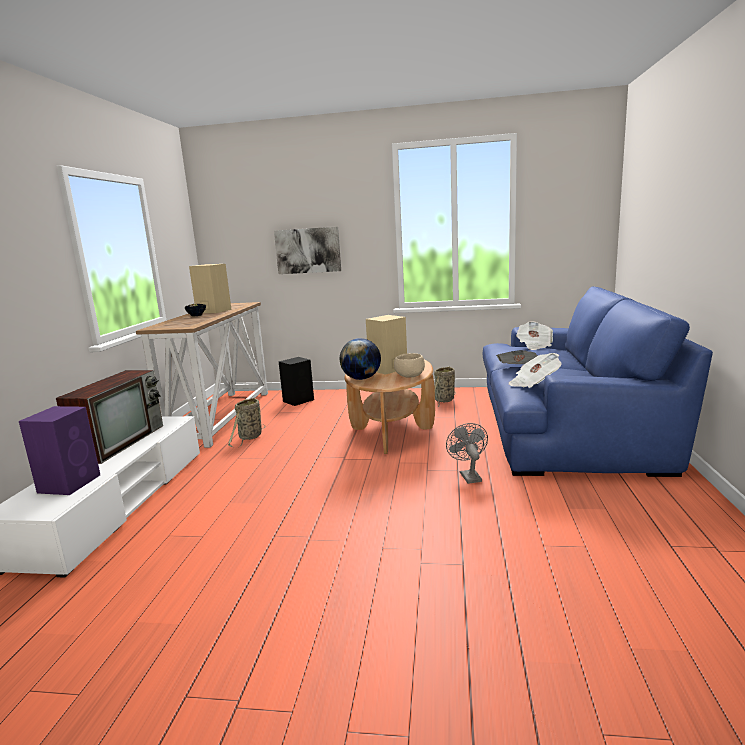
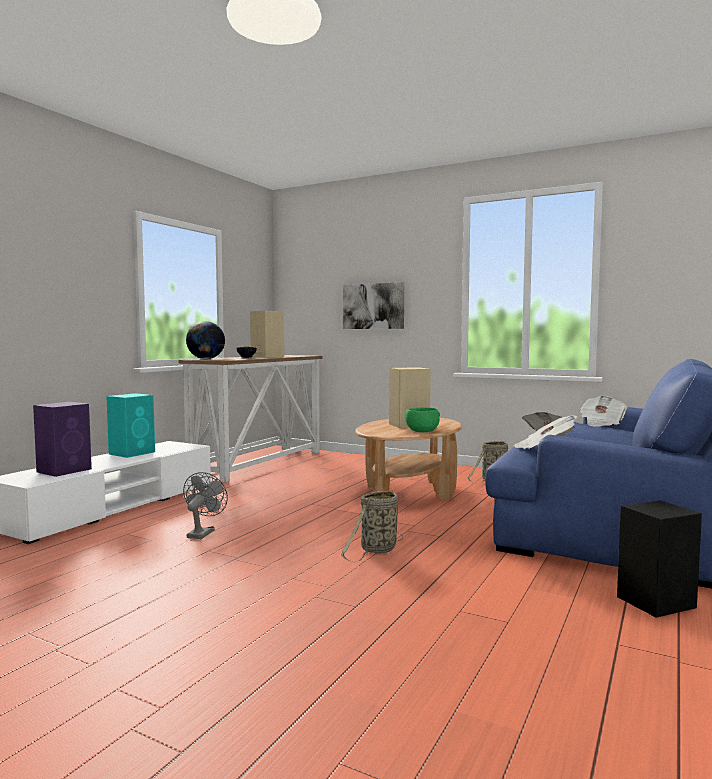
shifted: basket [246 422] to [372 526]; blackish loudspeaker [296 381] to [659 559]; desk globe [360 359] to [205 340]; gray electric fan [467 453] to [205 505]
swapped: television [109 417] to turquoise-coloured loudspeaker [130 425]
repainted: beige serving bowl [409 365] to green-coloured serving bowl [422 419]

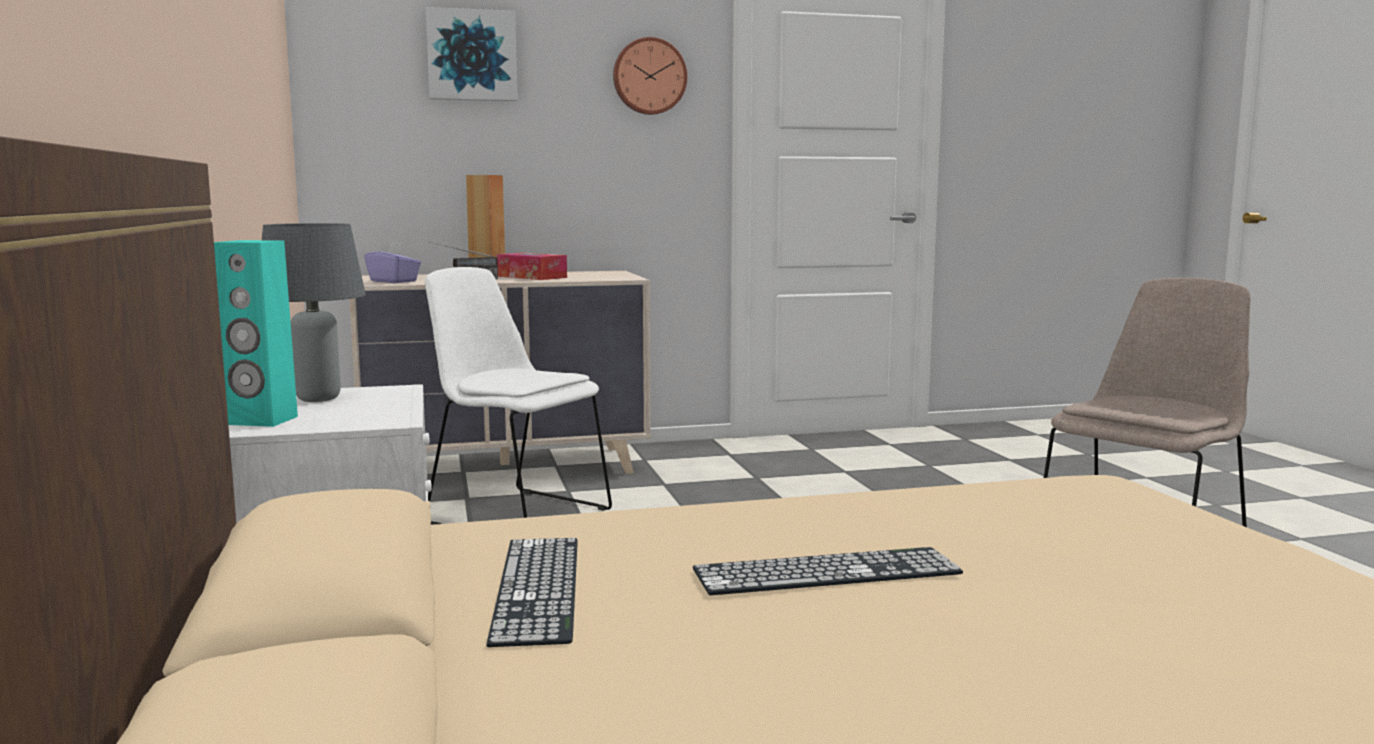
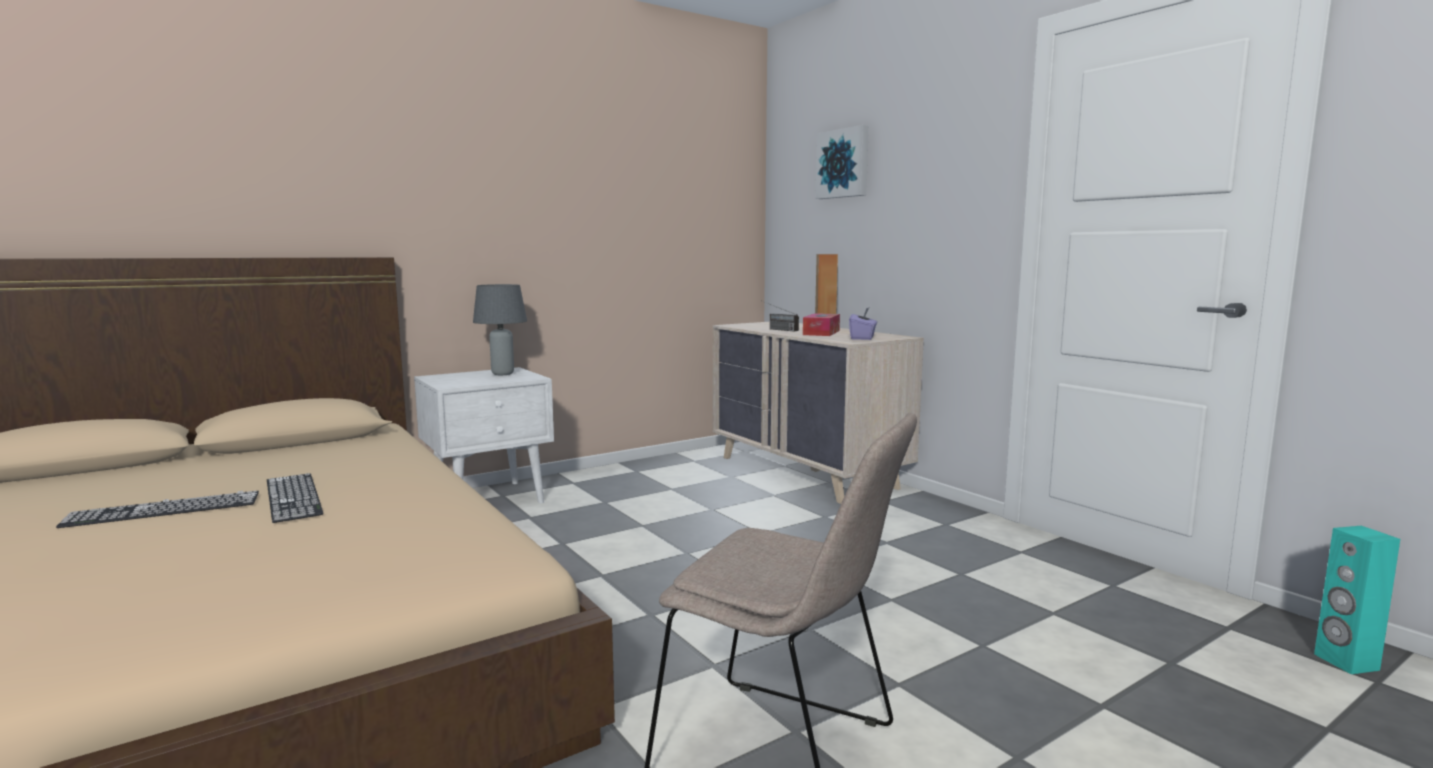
gone: white upright chair [518 396]; clock on the wall [650 76]
shifted: turquoise-coloured loudspeaker [256 333] to [1357 600]; purplish tissue box [392 262] to [863 324]; PC keyboard [532 592] to [157 509]

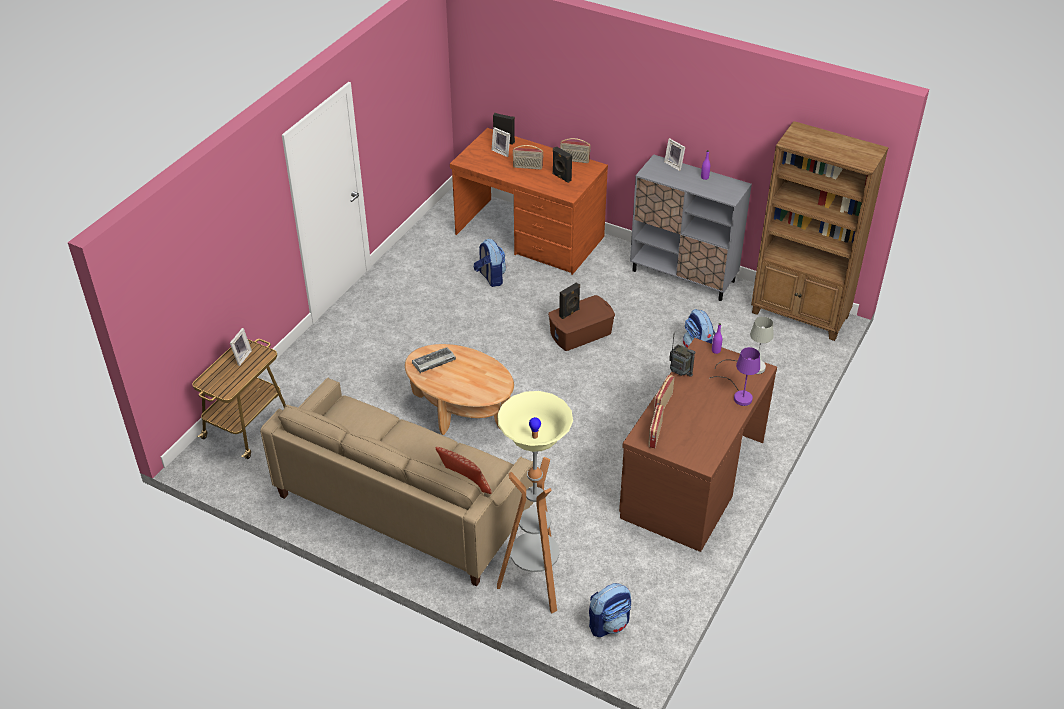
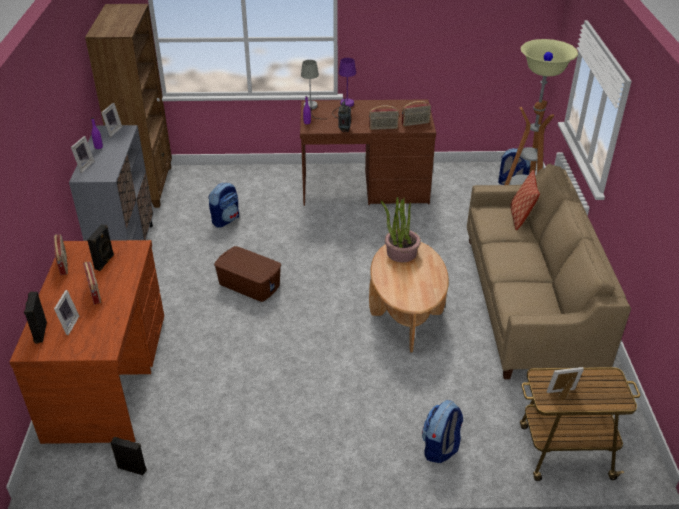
gone: PC keyboard [434 360]
new: picture frame [111 120]; houseplant [401 229]
shifted: rucksack [490 263] to [442 431]; blackish loudspeaker [569 300] to [128 456]

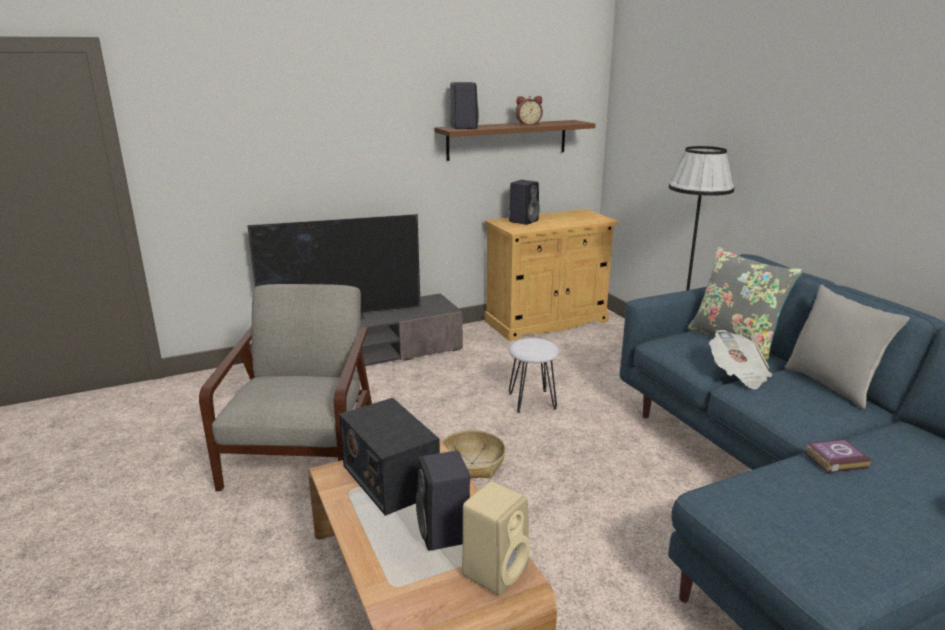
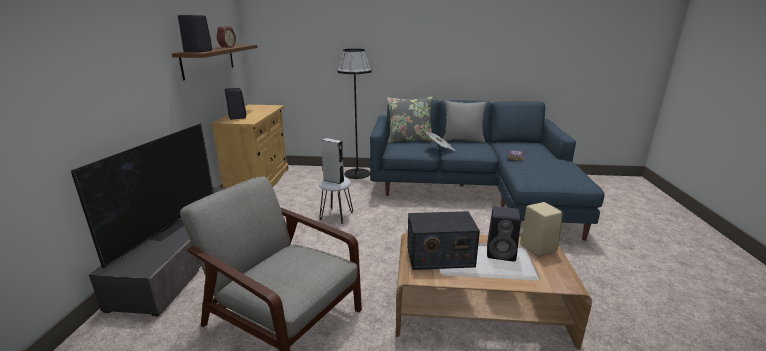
gone: basket [474 454]
new: gray loudspeaker [332 161]

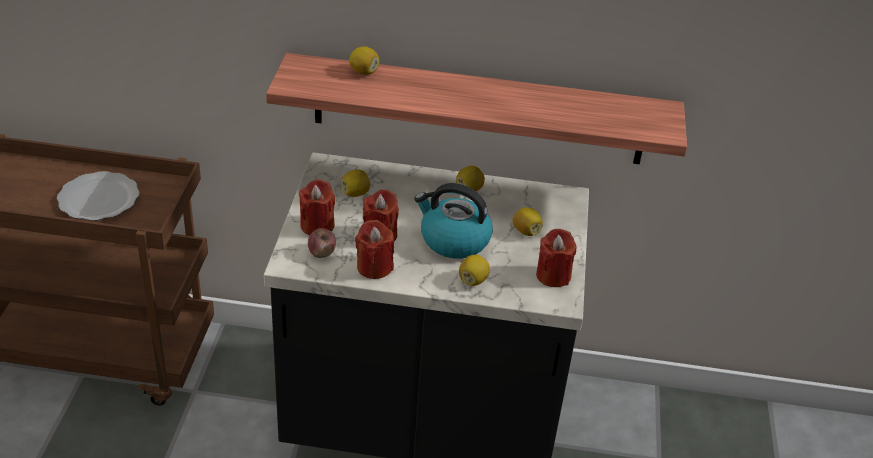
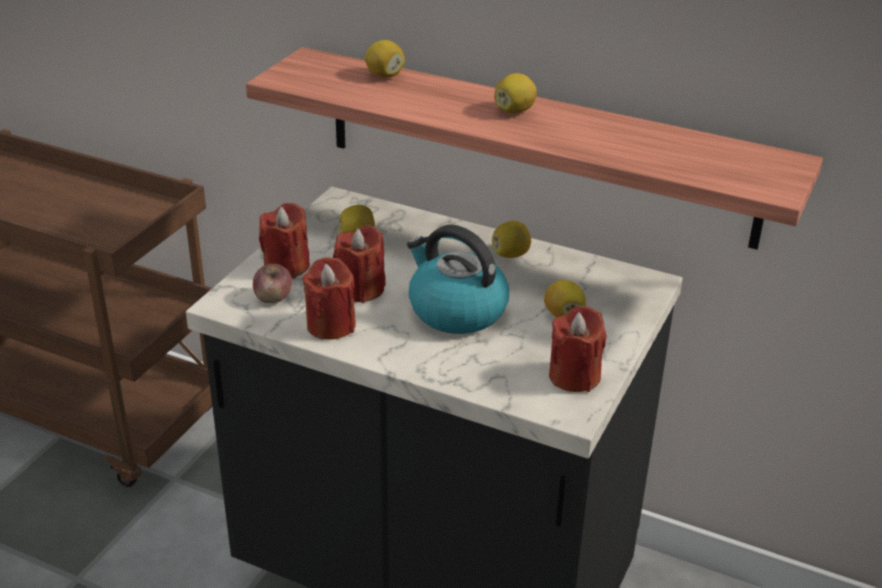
gone: plate [98 196]
shifted: lemon [474 270] to [515 93]

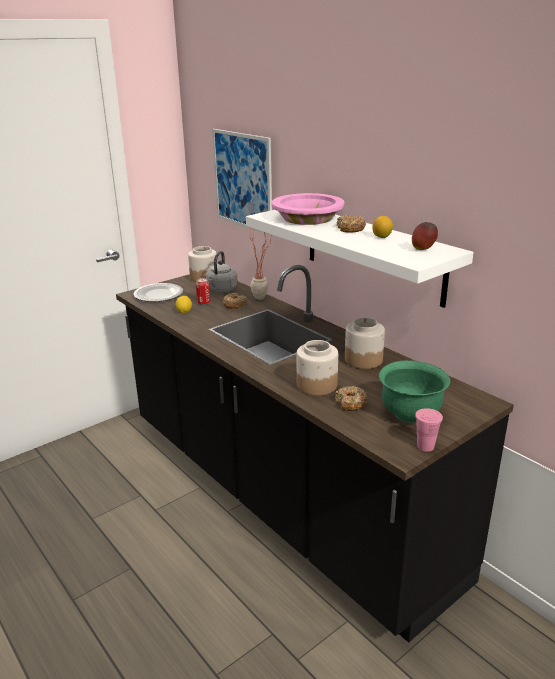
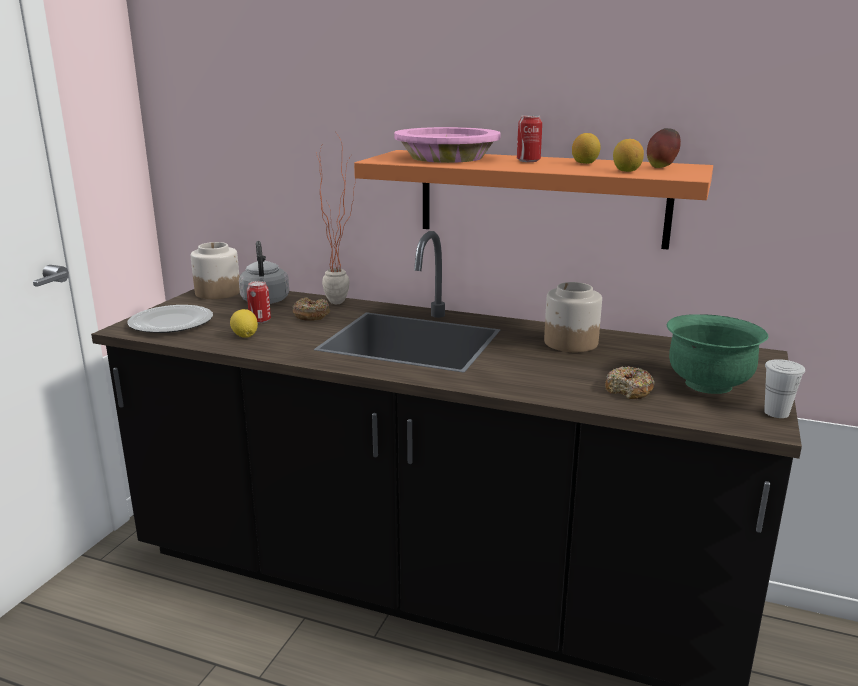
gone: wall art [242 182]; storage jar [317 368]
new: lemon [628 155]
swapped: doughnut [351 224] to metal can [529 138]
repainted: white shelf [360 259] to orange shelf [533 200]; pink drinking cup [429 430] to white drinking cup [784 388]

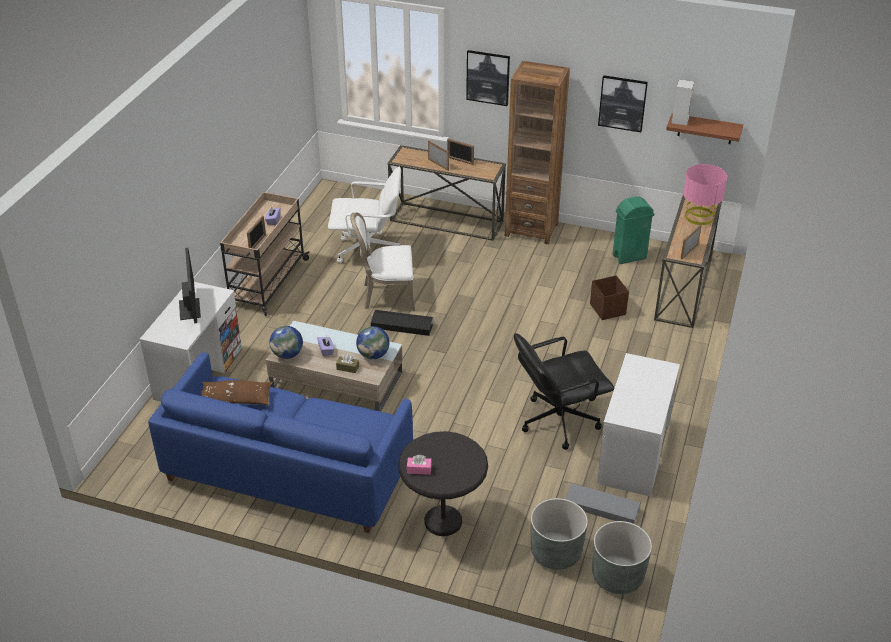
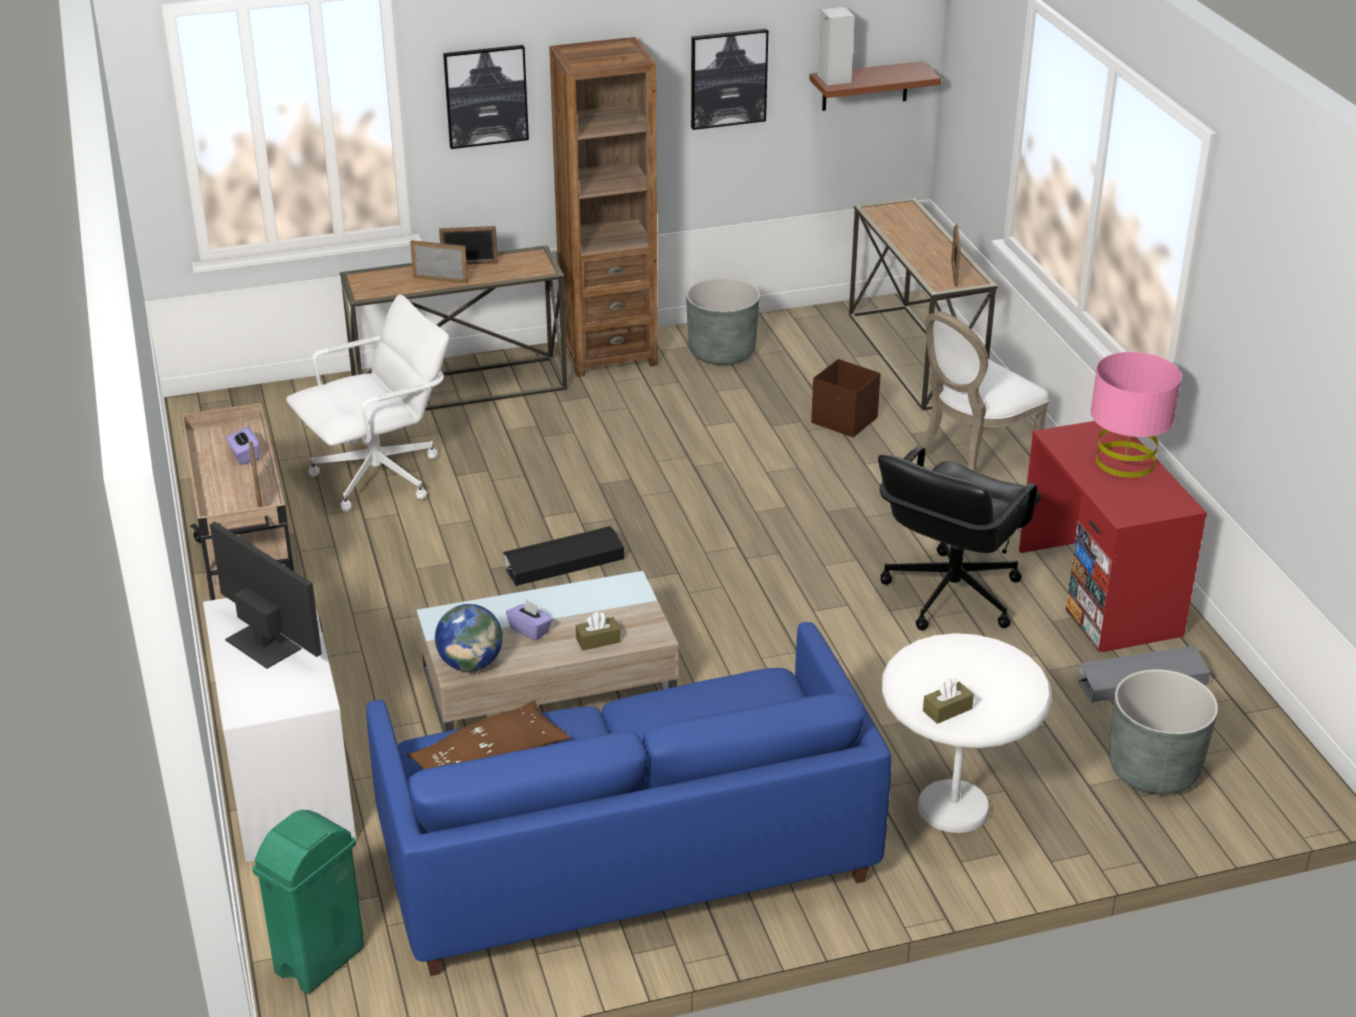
gone: desk globe [373 342]
shifted: white upright chair [382 262] to [985 391]; gray plant pot [622 557] to [723 321]; green-coloured waste bin [634 230] to [308 902]; pink table lamp [705 194] to [1136 415]
repainted: blackish side table [443 483] to white side table [967 733]; pink tissue box [419 465] to brownish tissue box [948 701]; white desk [638 425] to red desk [1113 536]

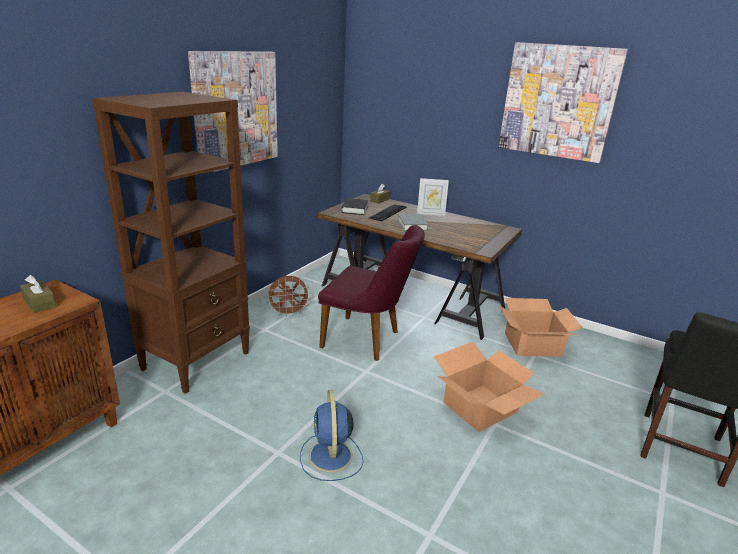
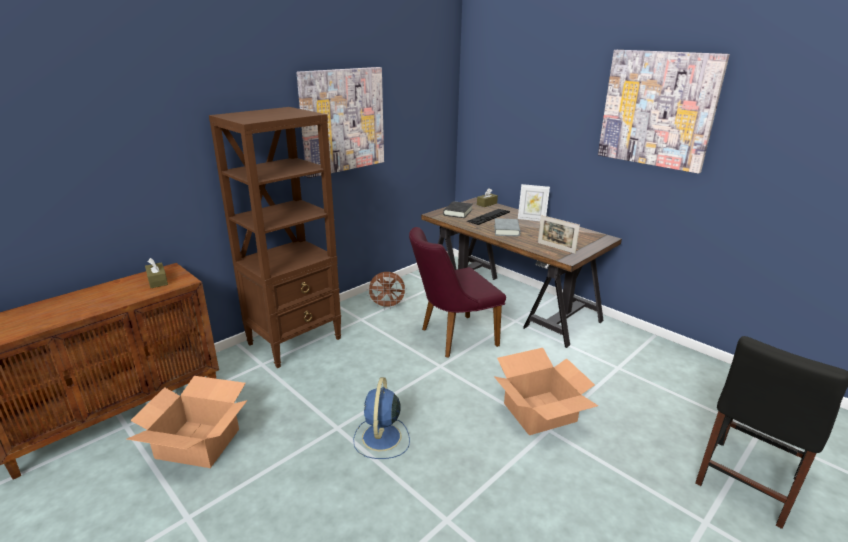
new: picture frame [559 234]
shifted: packing box [541 327] to [187 422]
rotated: purplish upright chair [371 293] = [457 292] 120 degrees clockwise

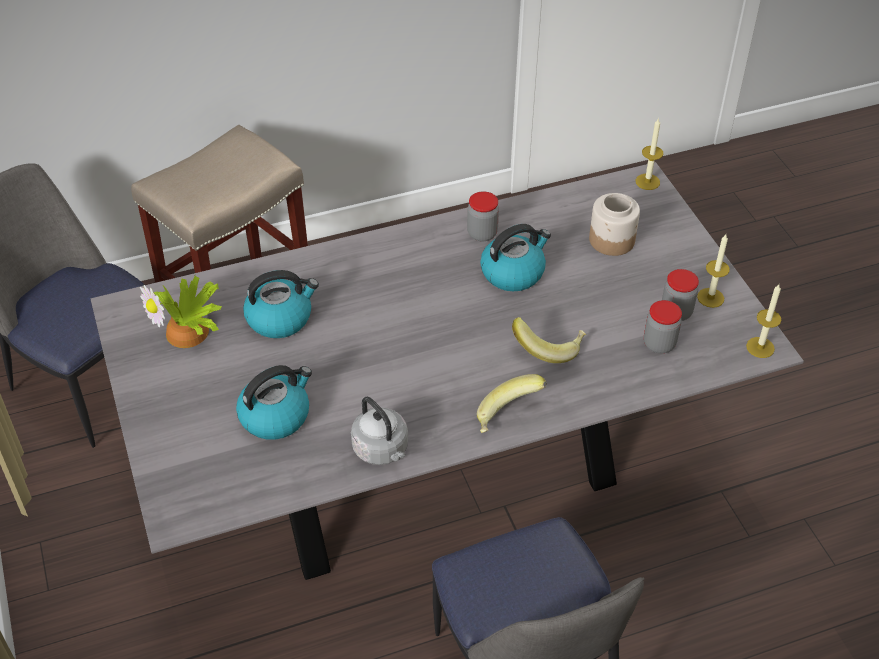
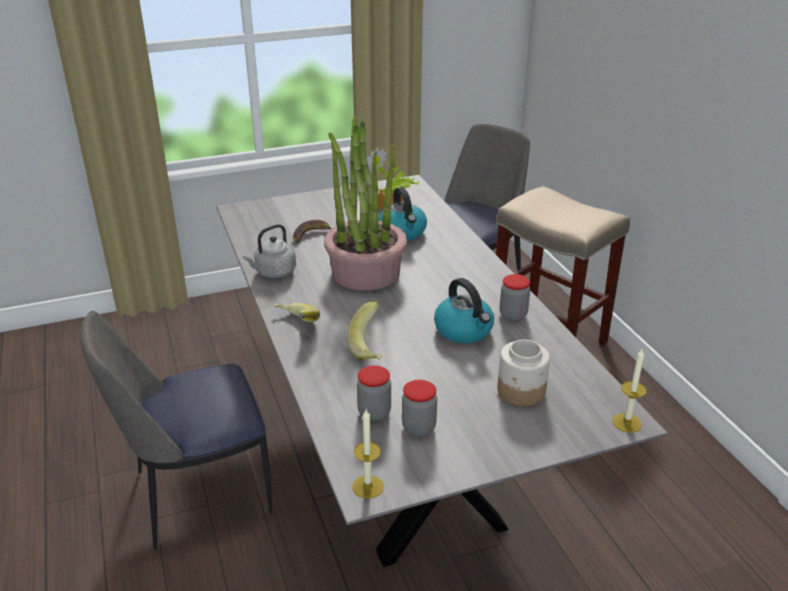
gone: candle [713 271]
new: houseplant [365 203]
swapped: tea kettle [274 402] to banana fruit [312 231]

